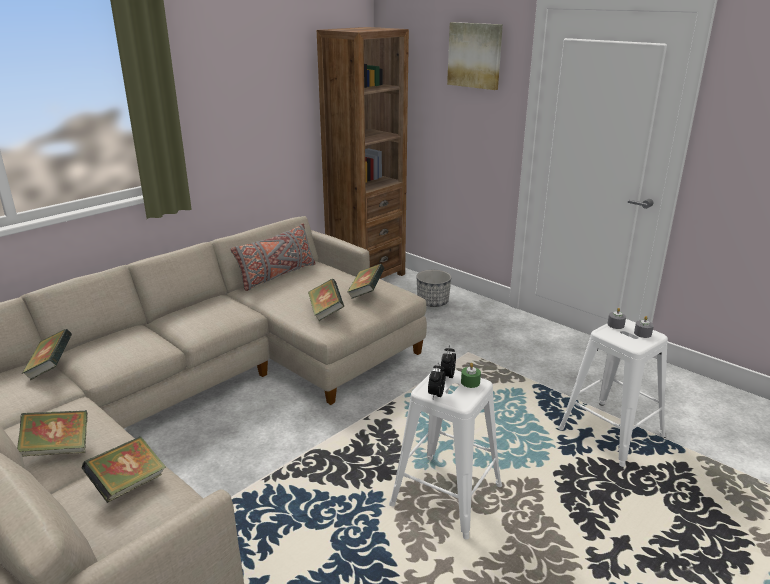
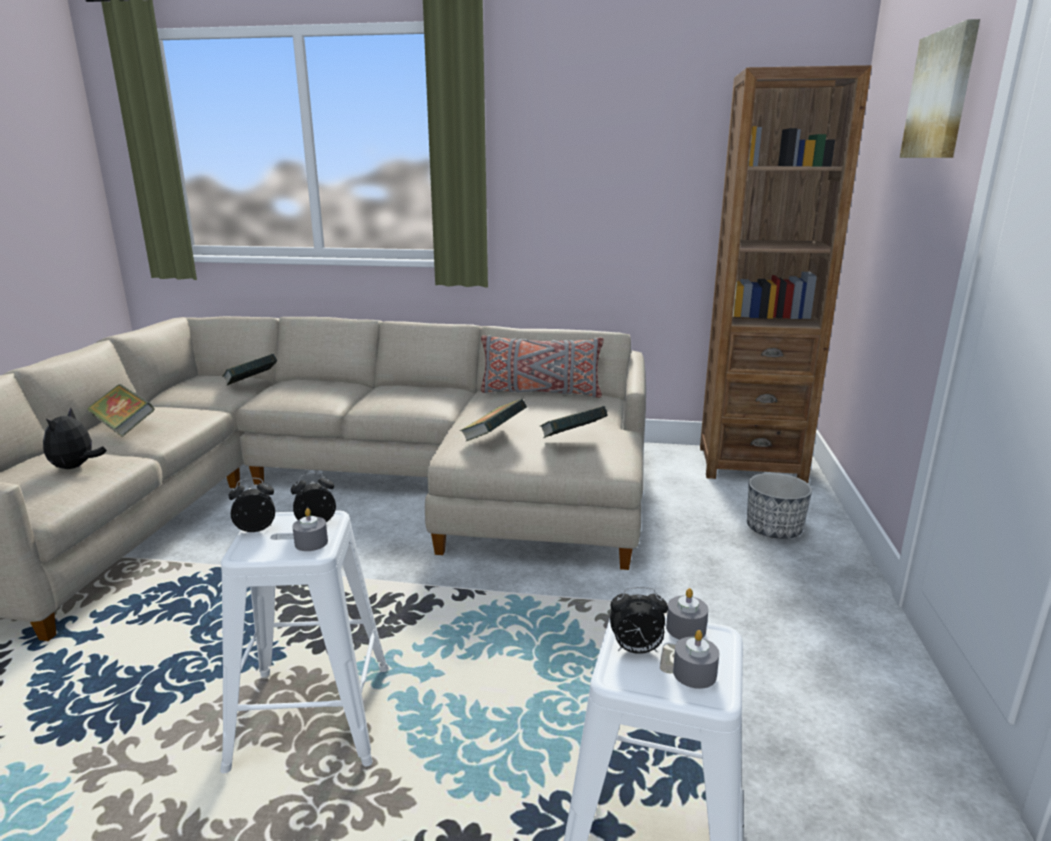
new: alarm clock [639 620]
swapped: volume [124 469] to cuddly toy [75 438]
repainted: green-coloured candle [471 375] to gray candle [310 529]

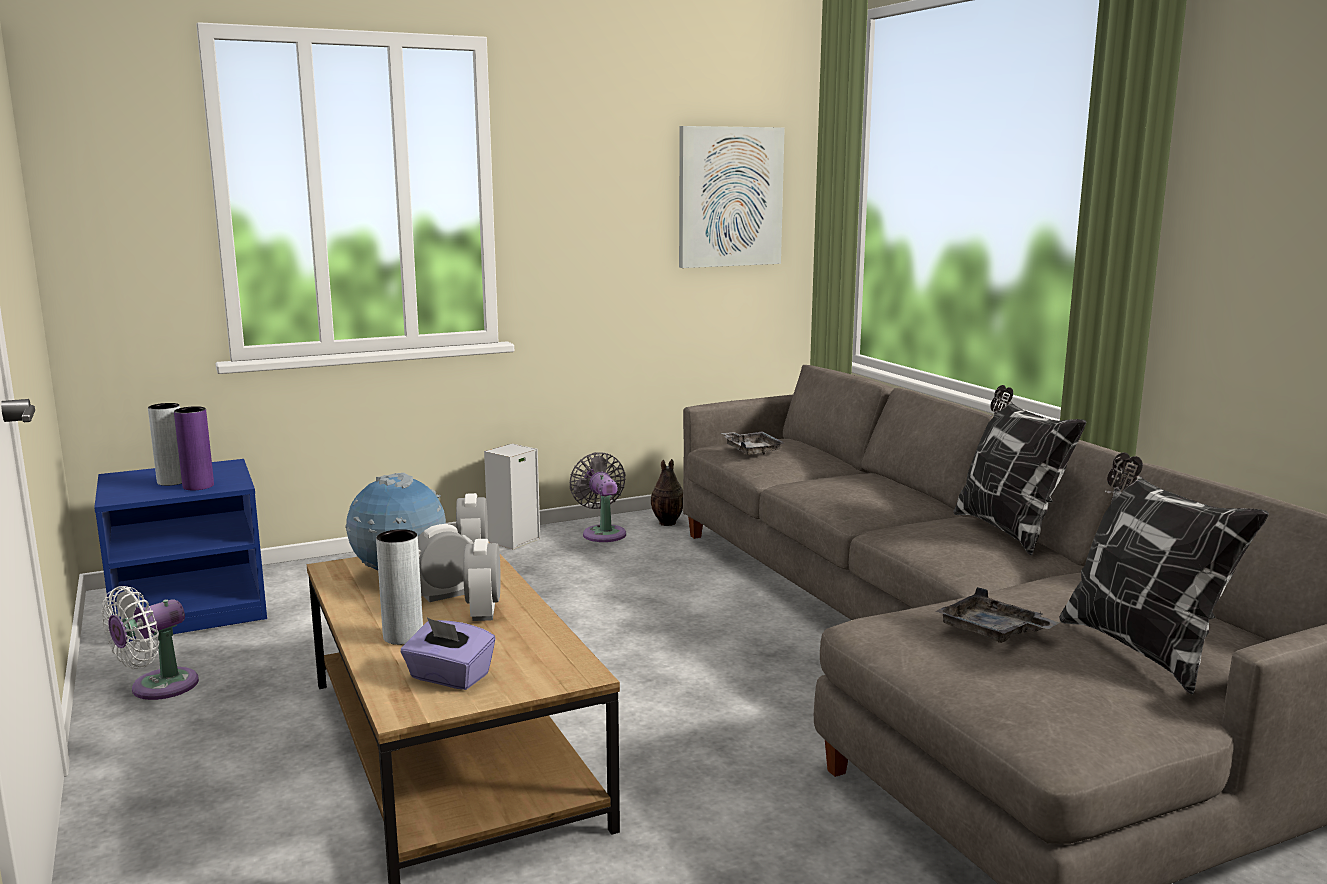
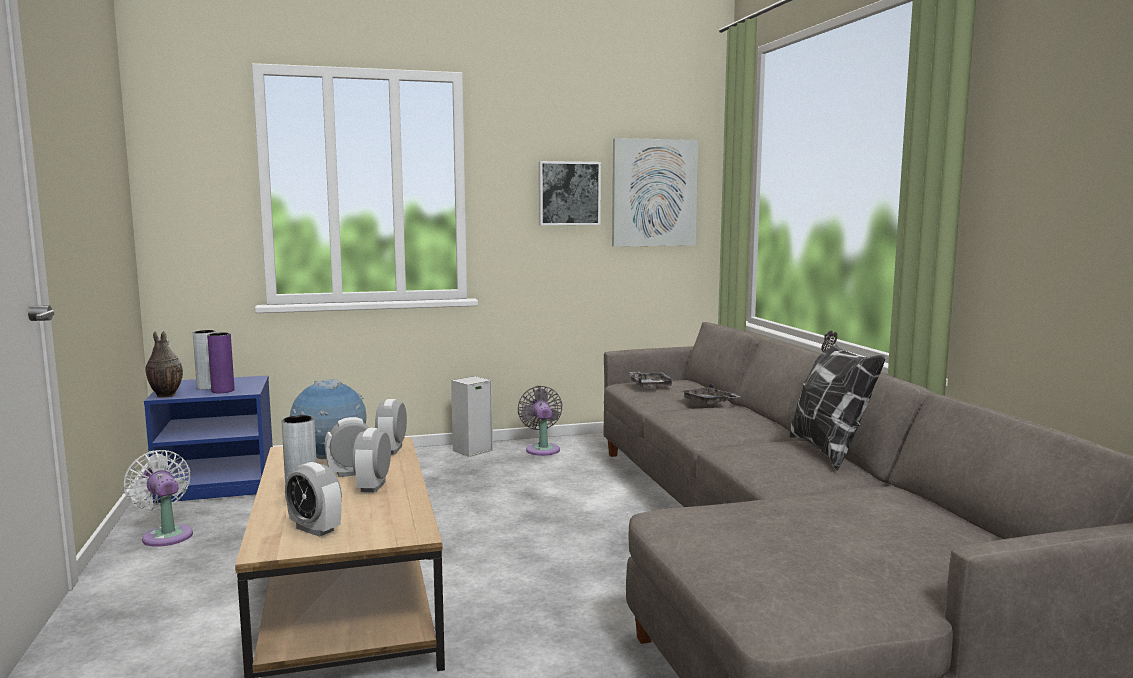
gone: throw pillow [1164 573]
new: wall art [569 193]
shifted: vase [667 492] to [164 364]; gray tray [997 615] to [711 394]
swapped: purplish tissue box [448 654] to alarm clock [313 499]
rotated: white electric fan [150 643] = [158 498] 90 degrees clockwise

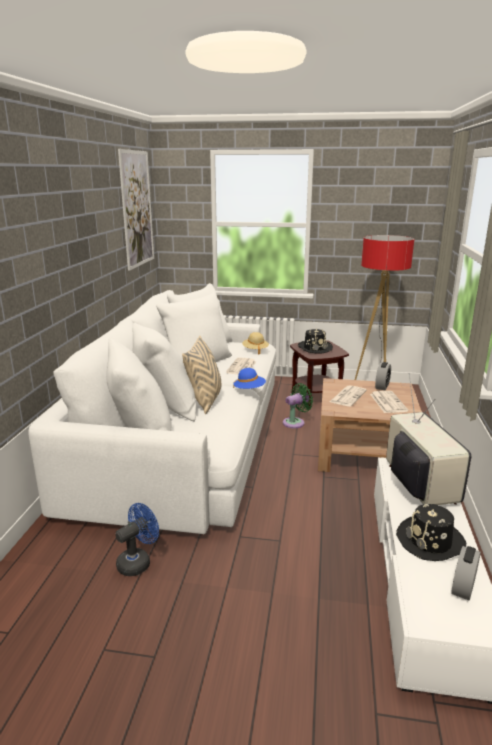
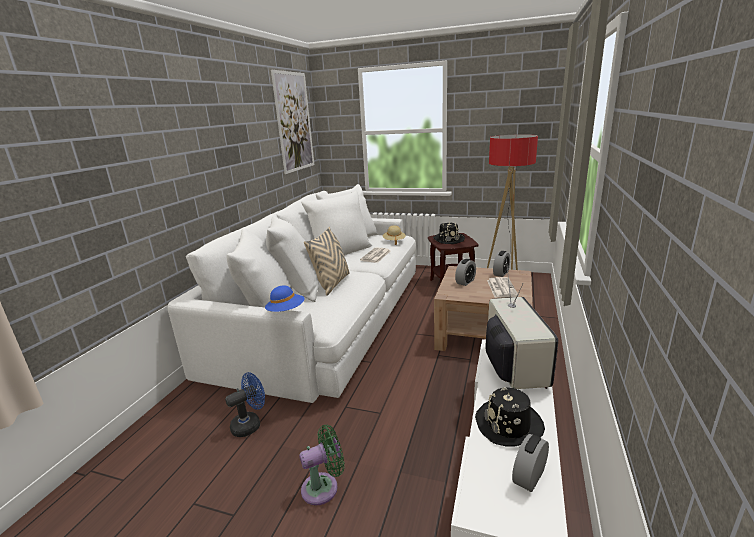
shifted: bluish wearable hat [249 378] to [284 298]; green-coloured electric fan [298 405] to [322 465]
swapped: daily paper [348 396] to alarm clock [465 272]

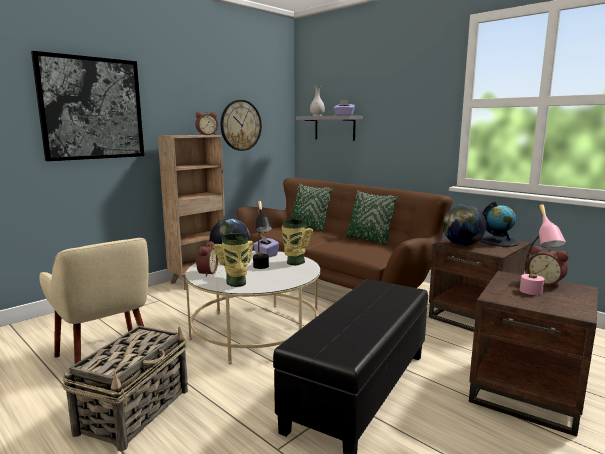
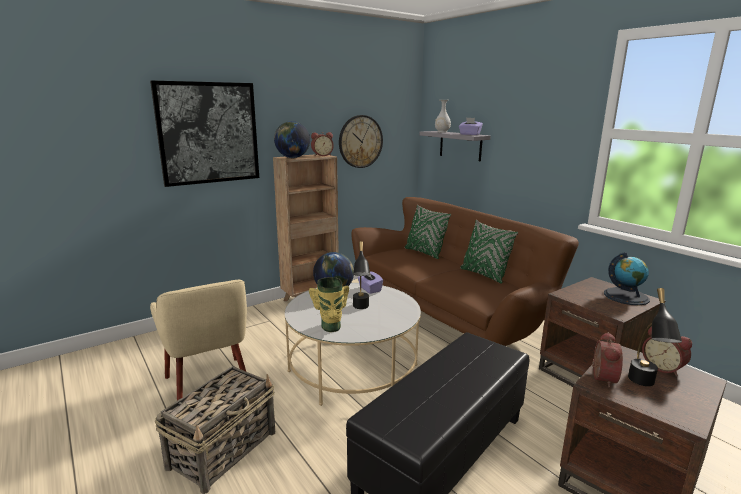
gone: vase [297 242]
shifted: alarm clock [206 259] to [607 360]; desk globe [465 225] to [292 139]
repainted: pink table lamp [542 249] to blackish table lamp [655 337]

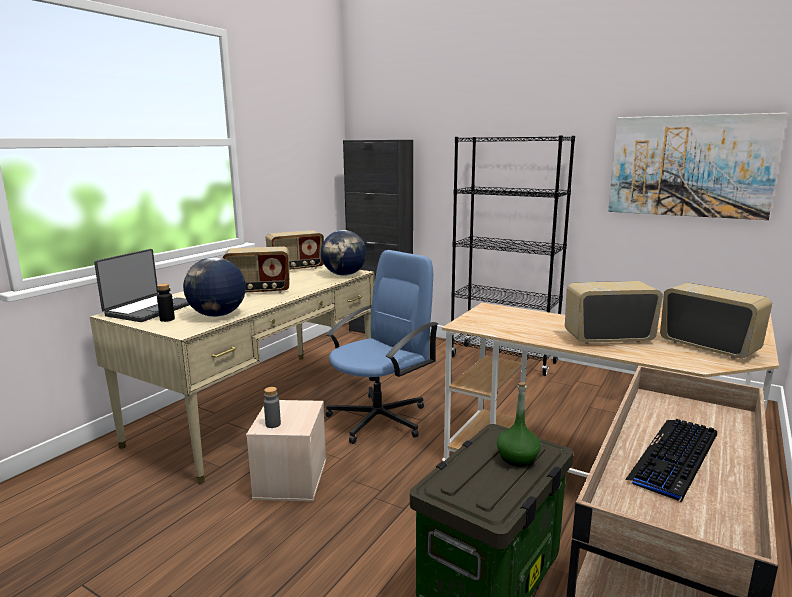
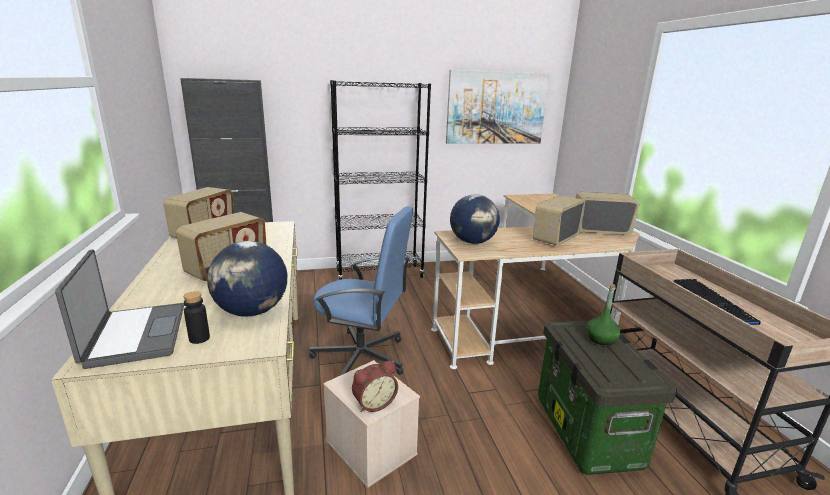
shifted: desk globe [344 253] to [475 219]
swapped: gray drink bottle [272 407] to alarm clock [375 386]
rotated: bluish office chair [382 347] = [361 290] 105 degrees clockwise

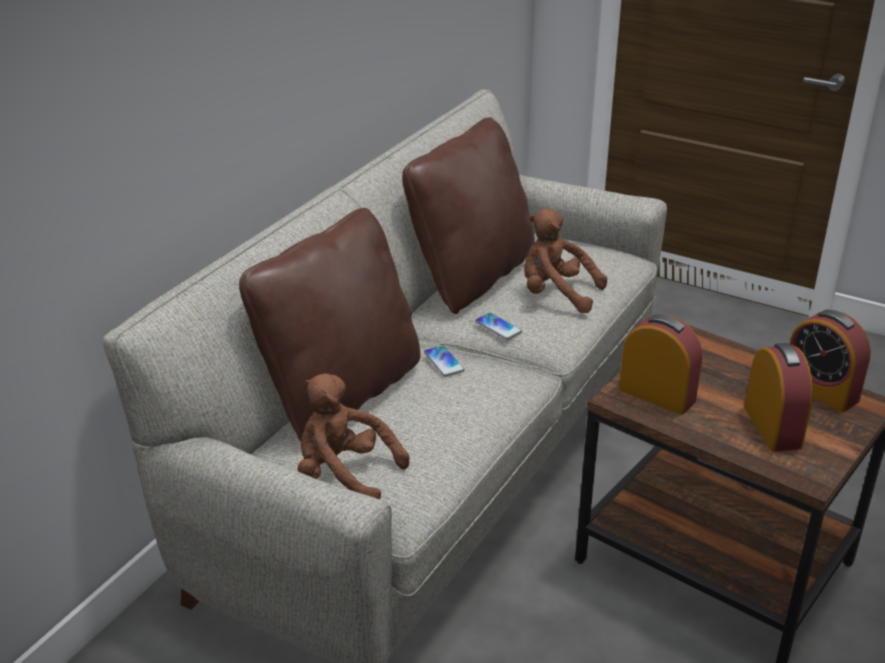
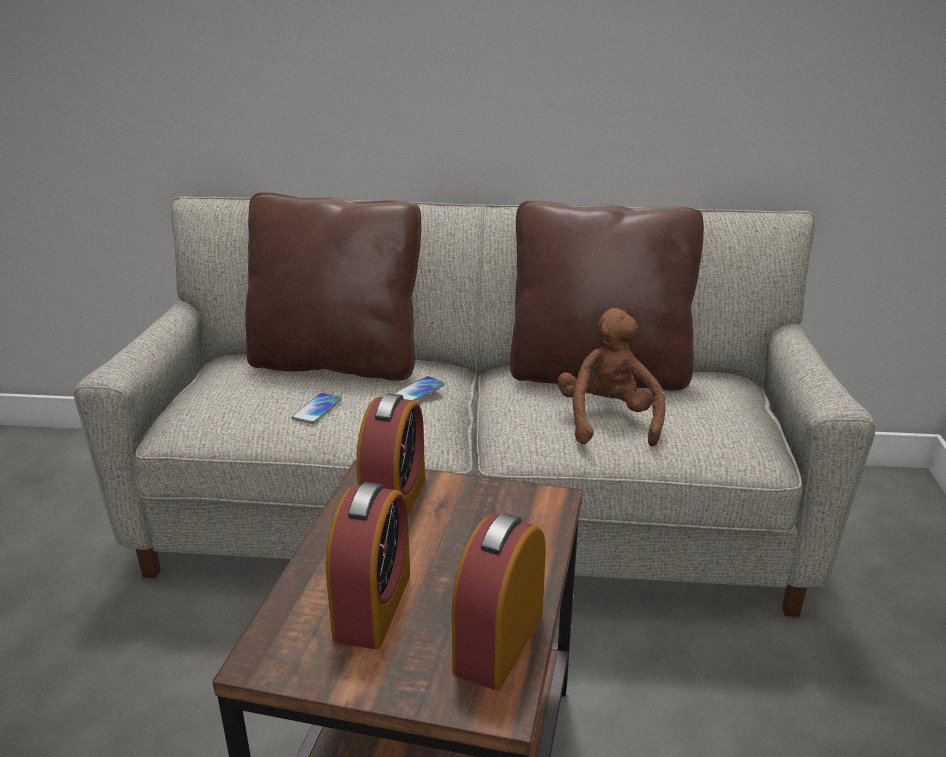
gone: brownish cuddly toy [353 436]
shifted: handset [498 326] to [317 408]
rotated: alarm clock [778 397] = [368 565] 45 degrees counterclockwise

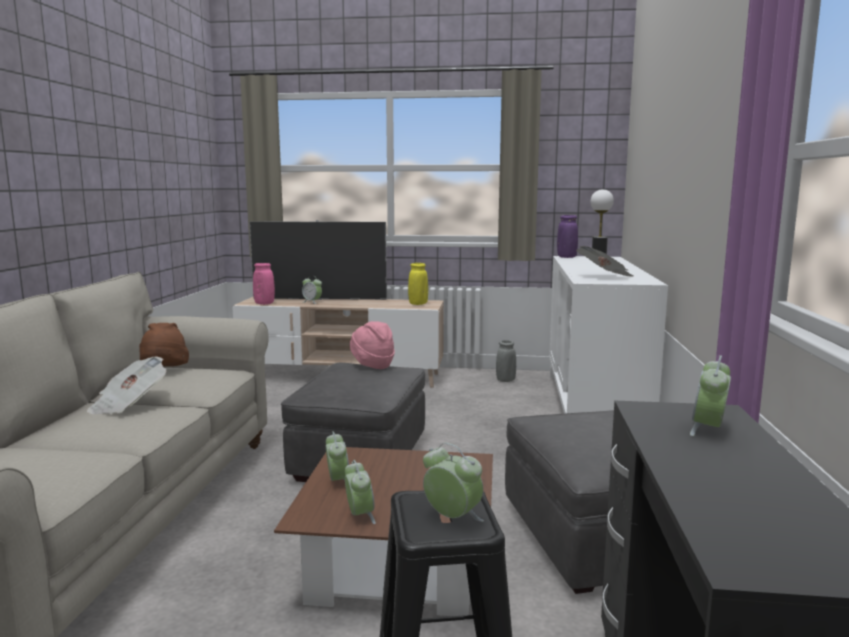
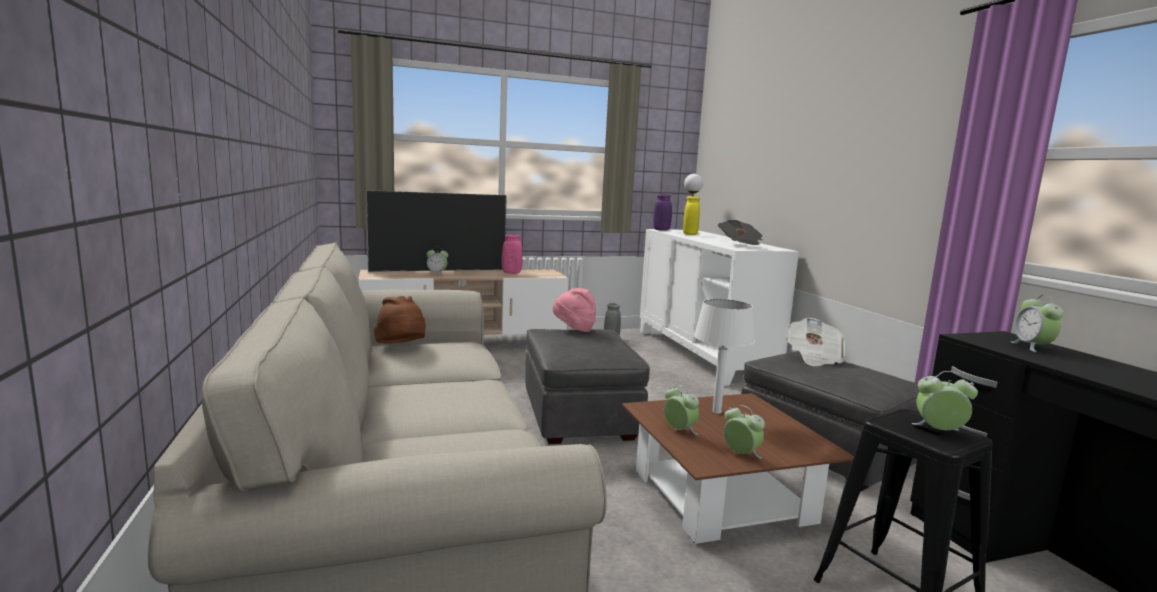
new: white table lamp [724 356]
shifted: daily paper [126 385] to [815 342]; pink vase [264 284] to [512 254]; yellow vase [418 284] to [691 215]

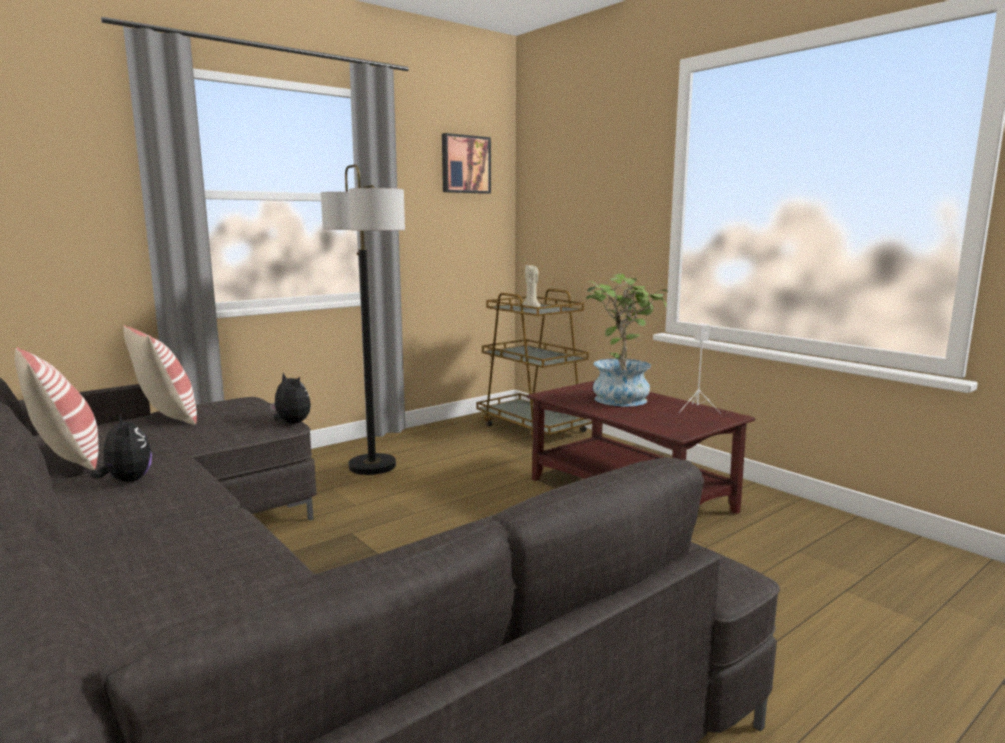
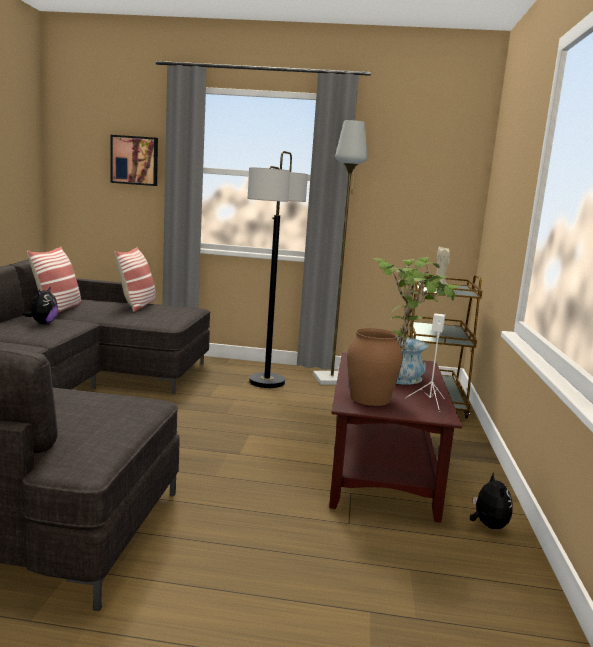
new: gray standard lamp [340 252]; brownish vase [375 367]
shifted: cuddly toy [290 398] to [491 500]; wall art [466 163] to [134 160]

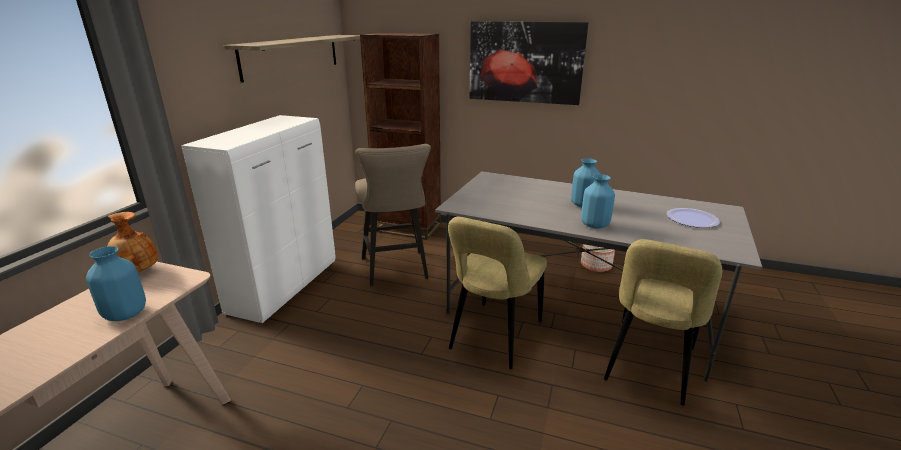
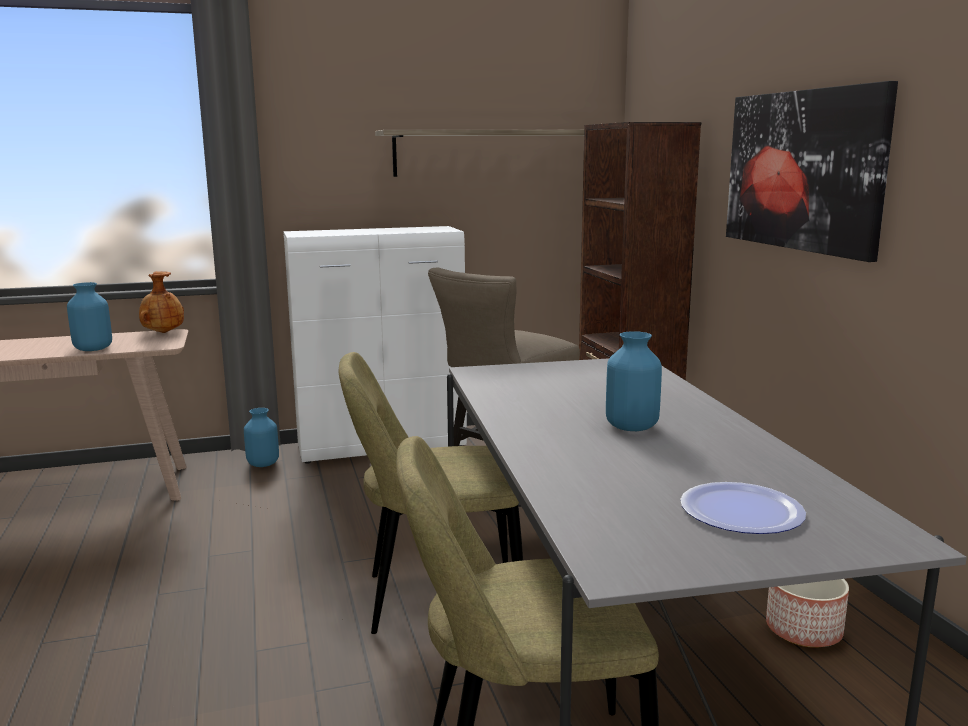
shifted: bluish vase [598 201] to [261 437]

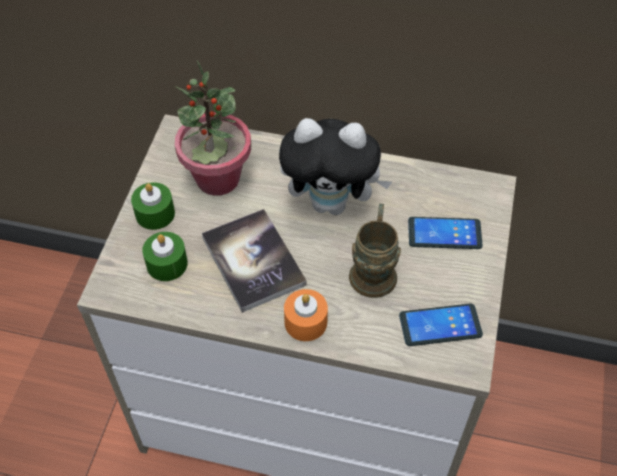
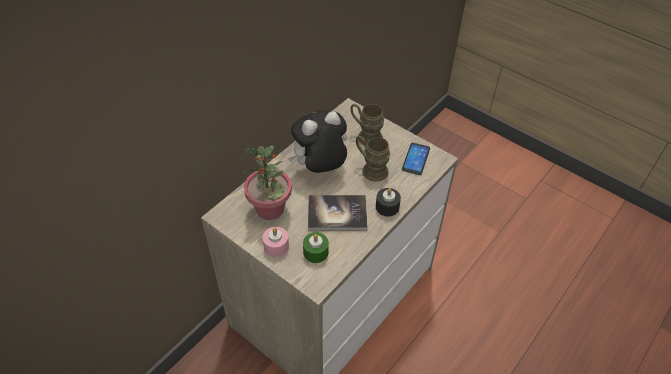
swapped: handset [445 233] to brownish coffee mug [367 124]
repainted: green-coloured candle [153 206] to pink candle [275 242]; orange candle [306 315] to blackish candle [388 202]
rotated: cuddly toy [335 166] = [317 141] 150 degrees counterclockwise

